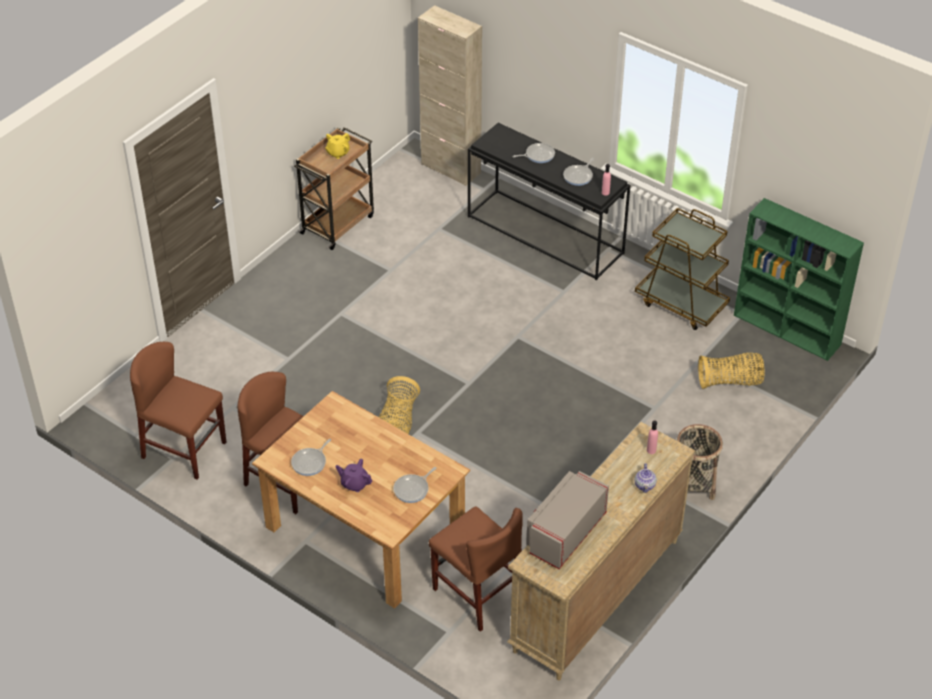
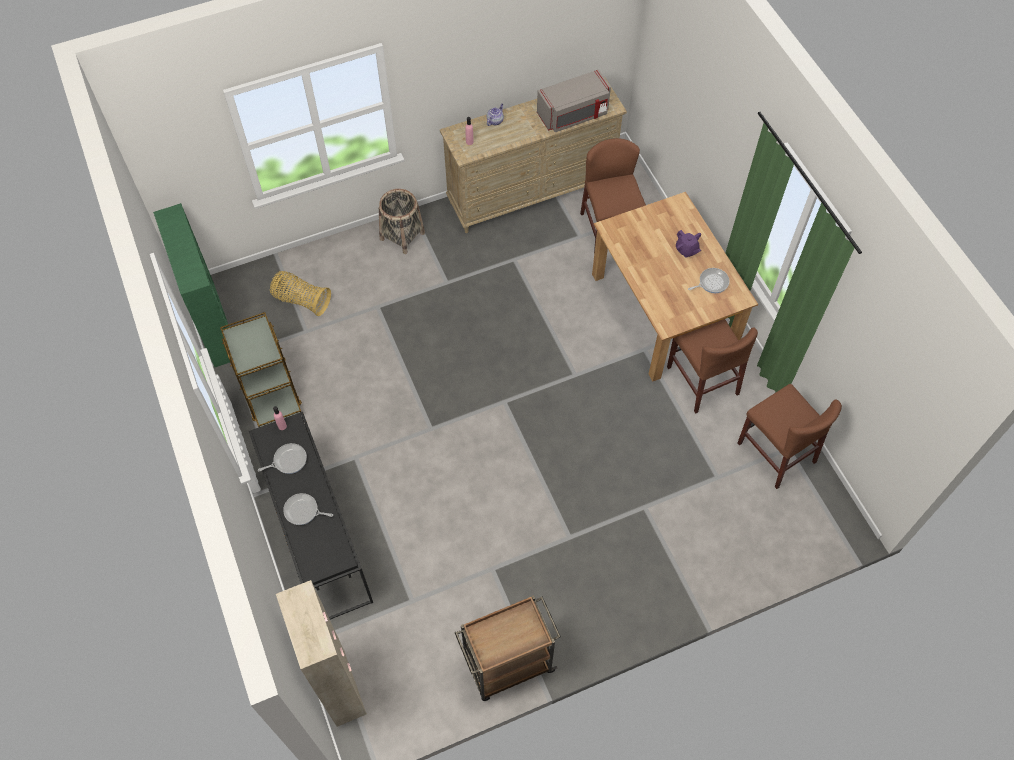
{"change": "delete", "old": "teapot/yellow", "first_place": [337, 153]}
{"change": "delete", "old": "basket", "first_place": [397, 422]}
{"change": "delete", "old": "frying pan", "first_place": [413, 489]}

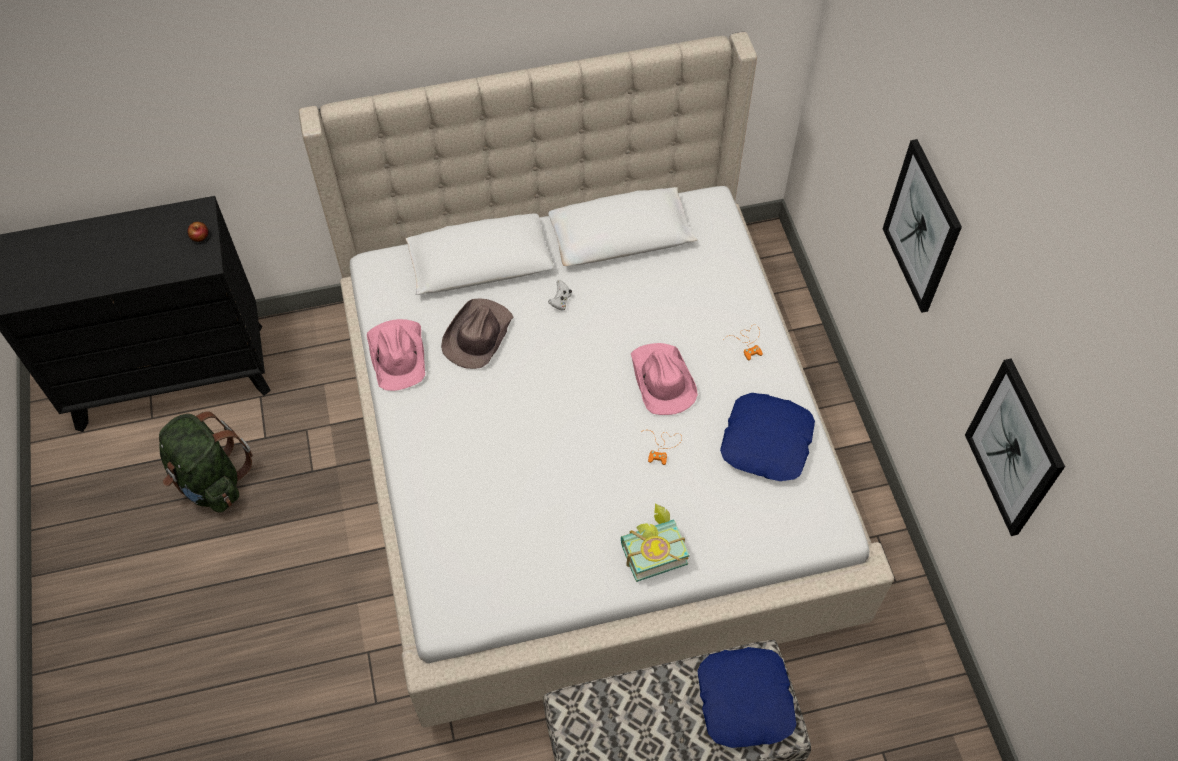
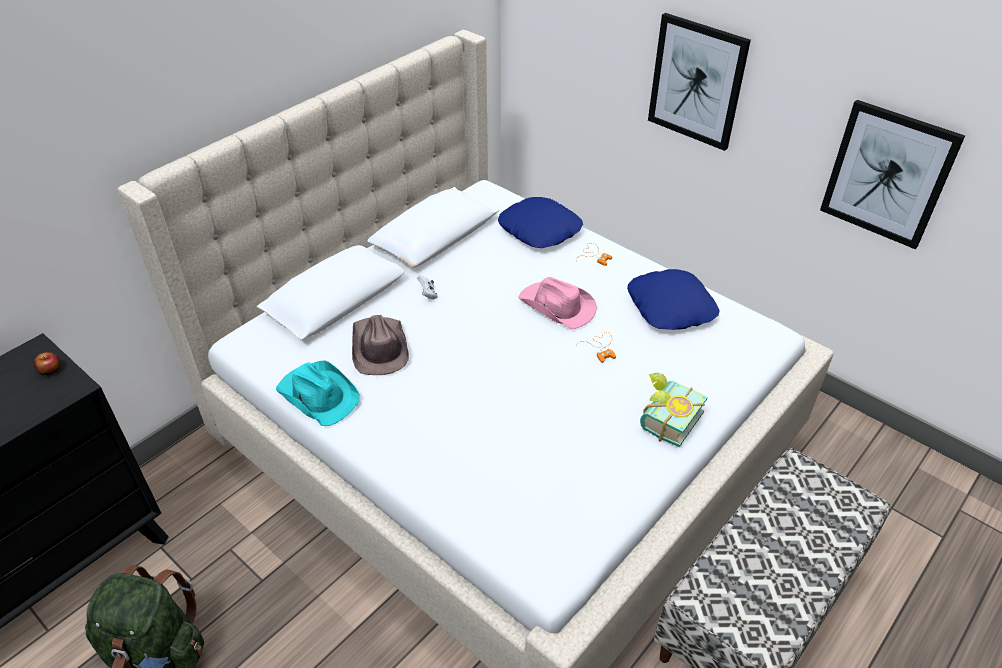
{"change": "recolor", "old": "hat/pink", "new": "hat/turquoise", "first_place": [398, 354], "second_place": [318, 394]}
{"change": "move", "old": "pillow/blue", "first_place": [745, 700], "second_place": [540, 229]}

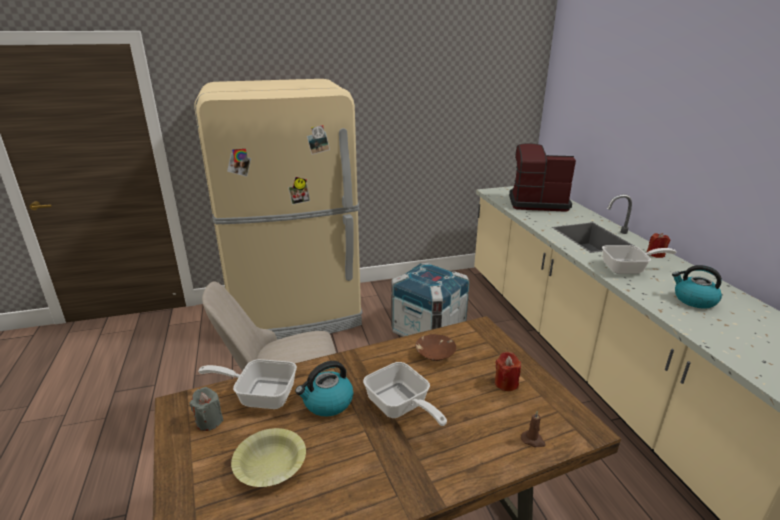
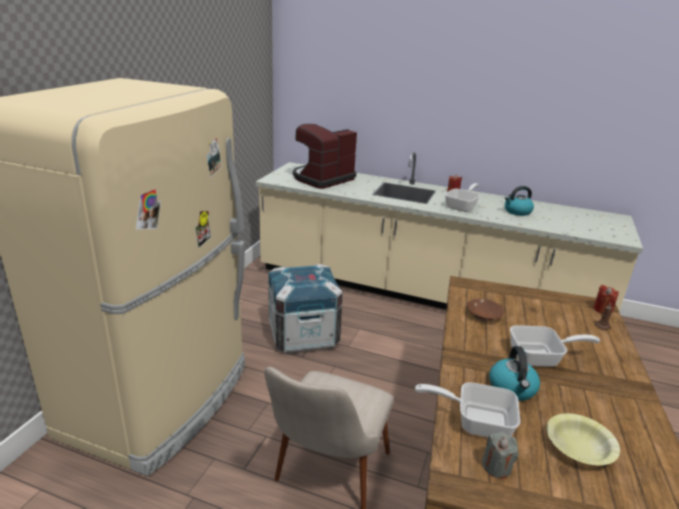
{"change": "rotate", "old": "frying pan", "first_place": [260, 395], "second_place": [475, 421], "degrees": 60}
{"change": "move", "old": "candle/red", "first_place": [506, 383], "second_place": [602, 309]}

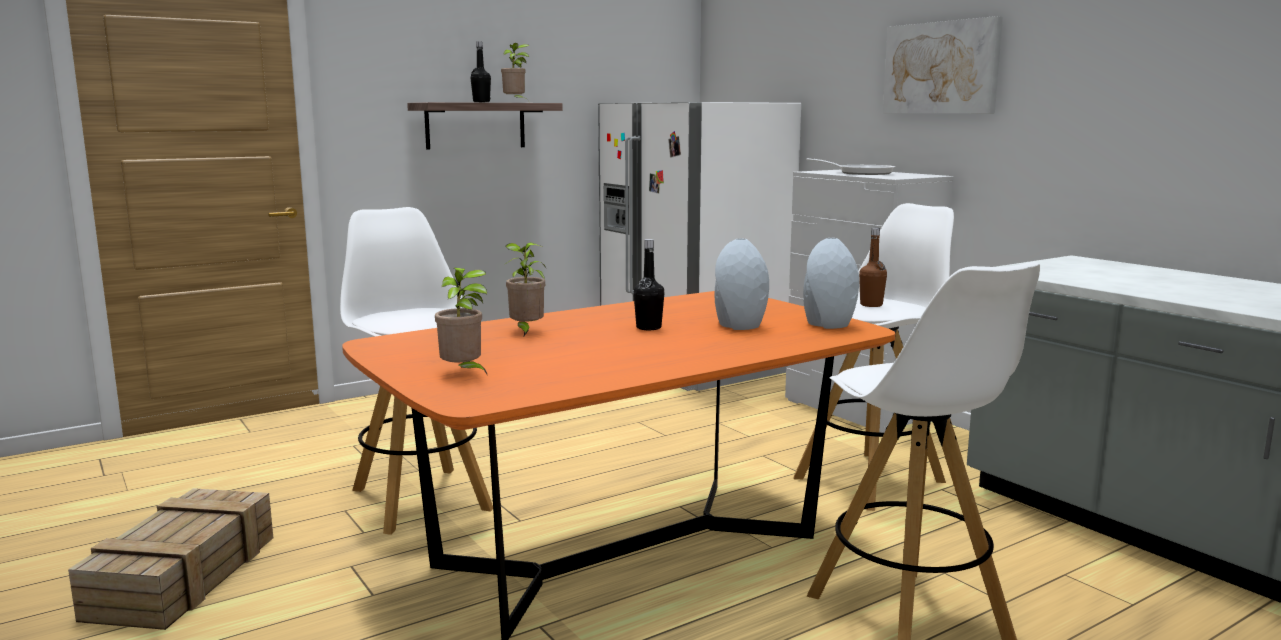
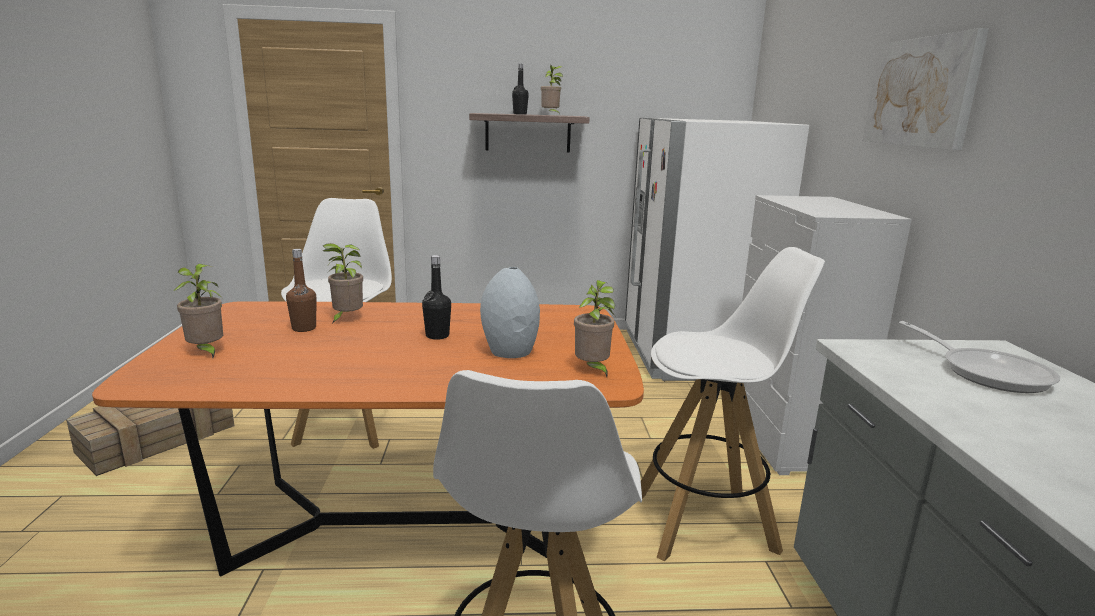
{"change": "replace", "old": "vase/grey", "new": "potted plant", "first_place": [828, 325], "second_place": [592, 370]}
{"change": "move", "old": "frying pan", "first_place": [860, 173], "second_place": [987, 372]}
{"change": "move", "old": "bottle/brown", "first_place": [871, 305], "second_place": [304, 328]}

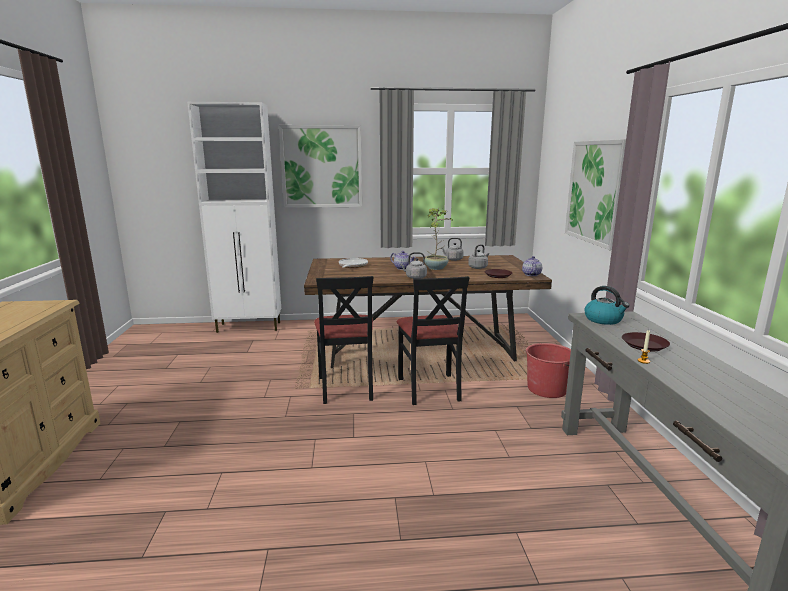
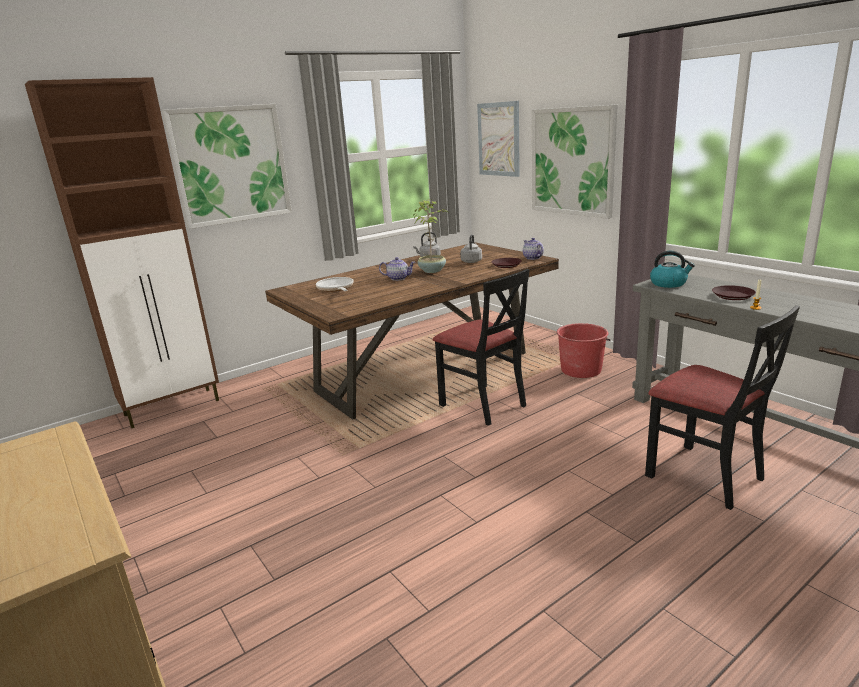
{"change": "recolor", "old": "cabinet/white", "new": "cabinet/brown", "first_place": [250, 327], "second_place": [173, 407]}
{"change": "move", "old": "chair/black", "first_place": [346, 388], "second_place": [704, 476]}
{"change": "delete", "old": "kettle/grey", "first_place": [414, 277]}
{"change": "insert", "new": "picture", "second_place": [499, 139]}

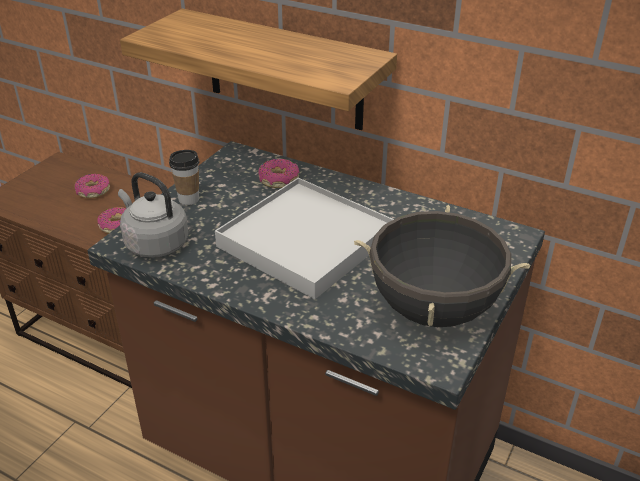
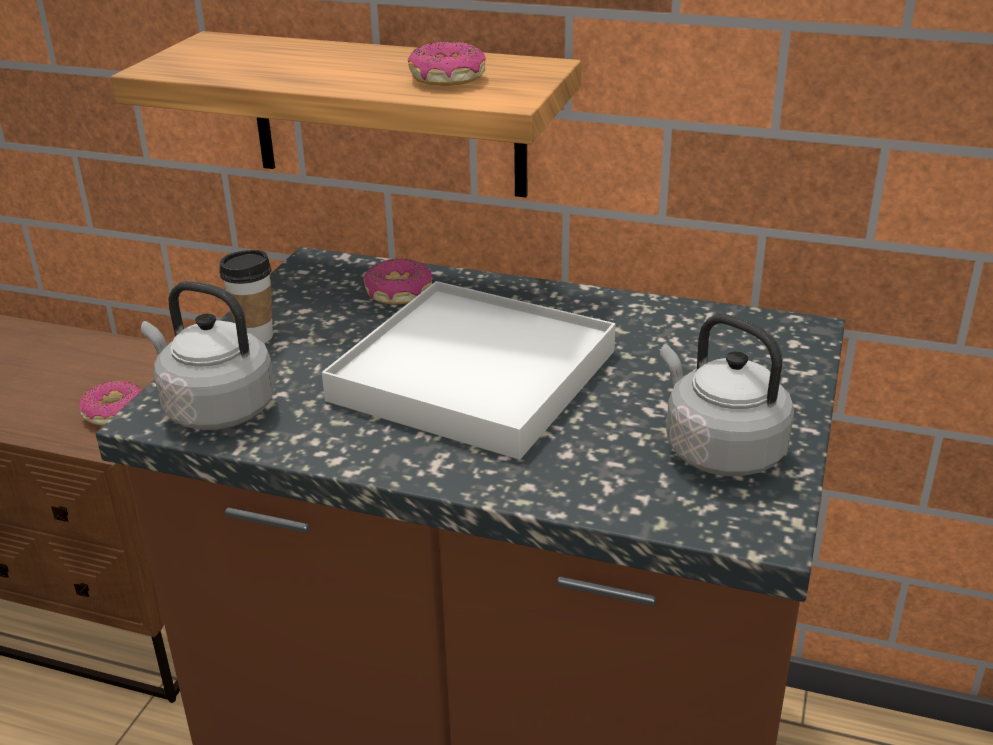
{"change": "move", "old": "donut", "first_place": [93, 191], "second_place": [447, 79]}
{"change": "replace", "old": "cooking pot/black", "new": "kettle/grey", "first_place": [433, 309], "second_place": [719, 450]}

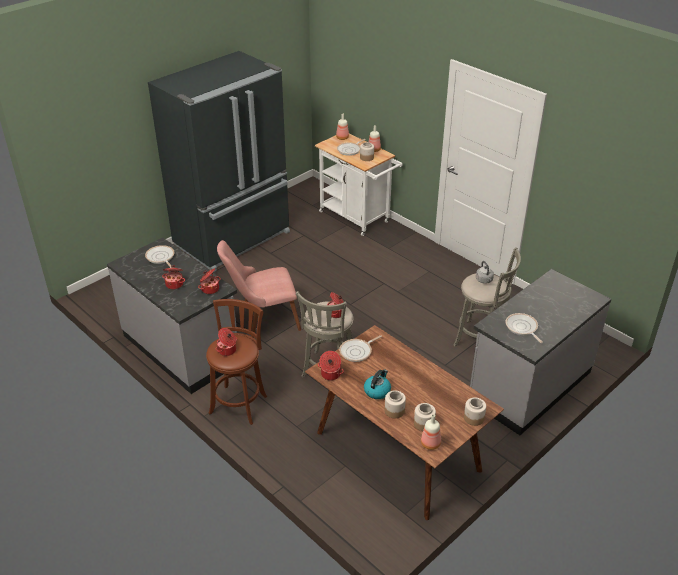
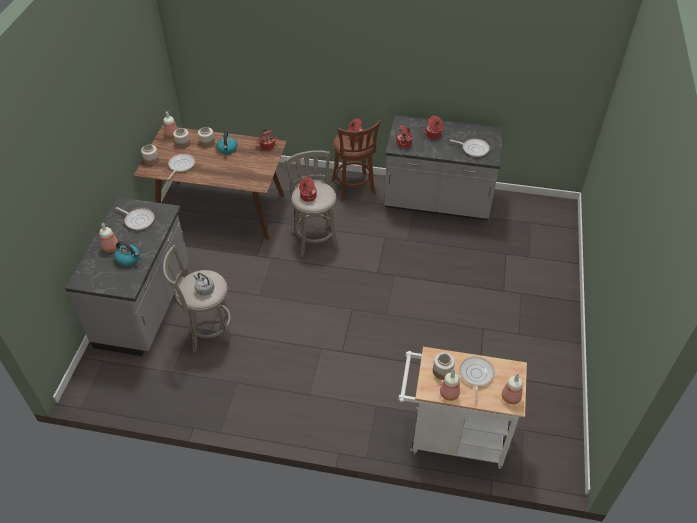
{"change": "delete", "old": "fridge/black", "first_place": [234, 239]}
{"change": "delete", "old": "chair/pink", "first_place": [262, 319]}
{"change": "move", "old": "frying pan", "first_place": [357, 351], "second_place": [181, 166]}
{"change": "insert", "new": "bottle", "second_place": [111, 247]}
{"change": "insert", "new": "kettle", "second_place": [129, 259]}

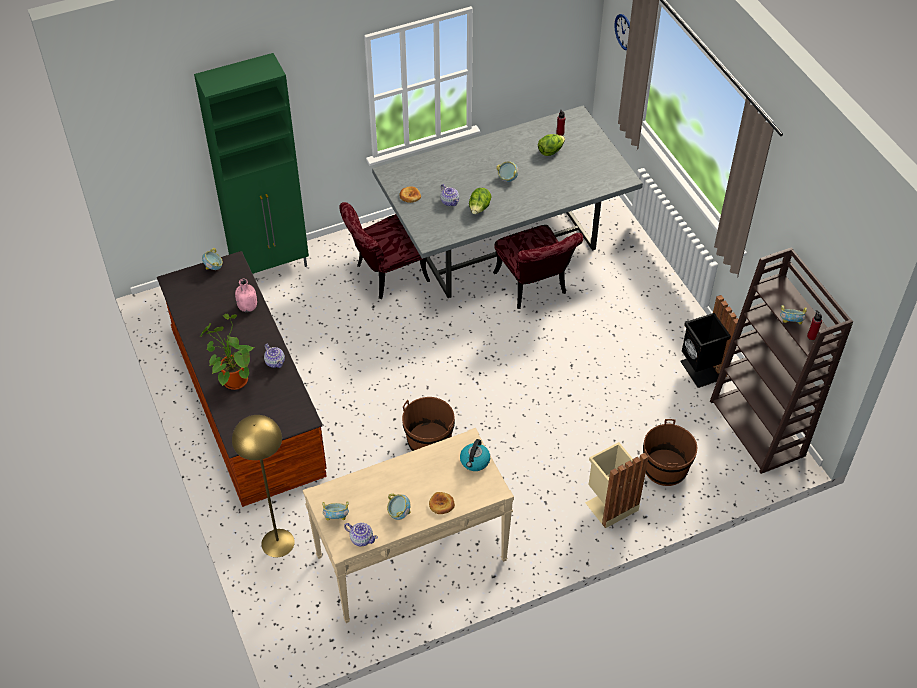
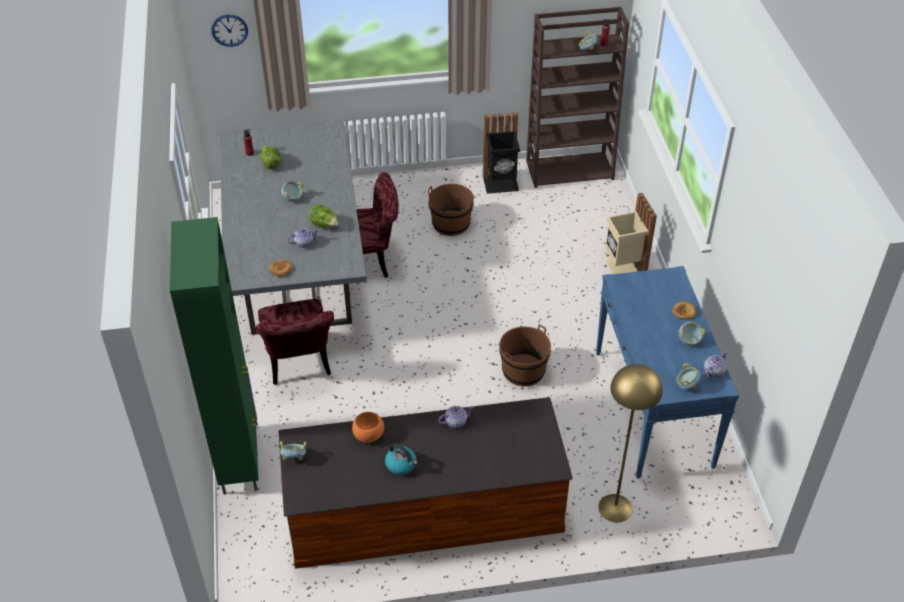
{"change": "delete", "old": "potted plant", "first_place": [233, 379]}
{"change": "replace", "old": "bottle/pink", "new": "bowl/orange", "first_place": [248, 307], "second_place": [368, 434]}
{"change": "recolor", "old": "console table/beige", "new": "console table/blue", "first_place": [411, 559], "second_place": [653, 408]}
{"change": "move", "old": "kettle", "first_place": [475, 461], "second_place": [401, 465]}
{"change": "move", "old": "bucket/brown", "first_place": [665, 468], "second_place": [451, 223]}

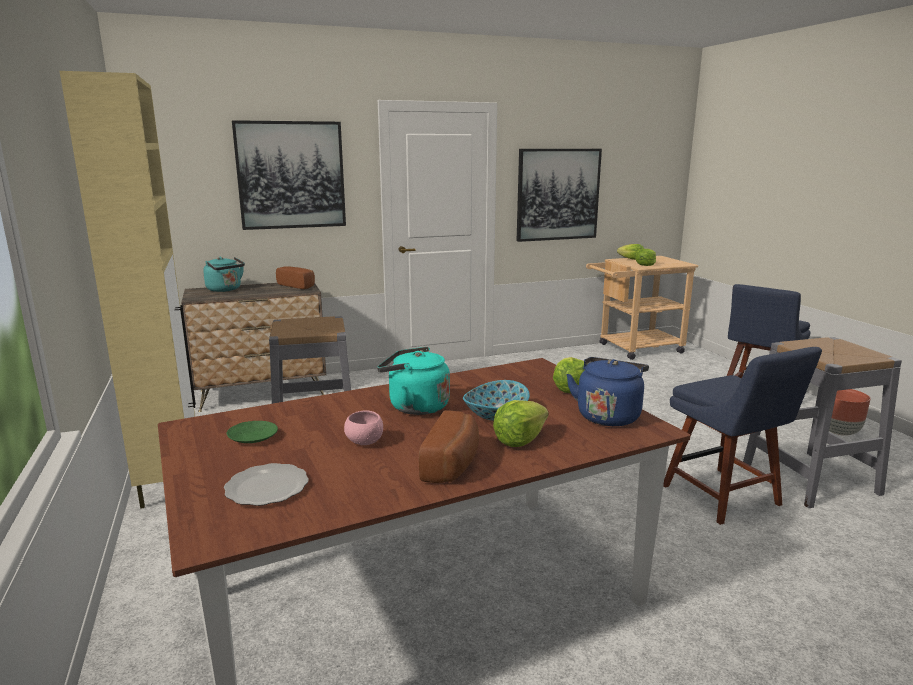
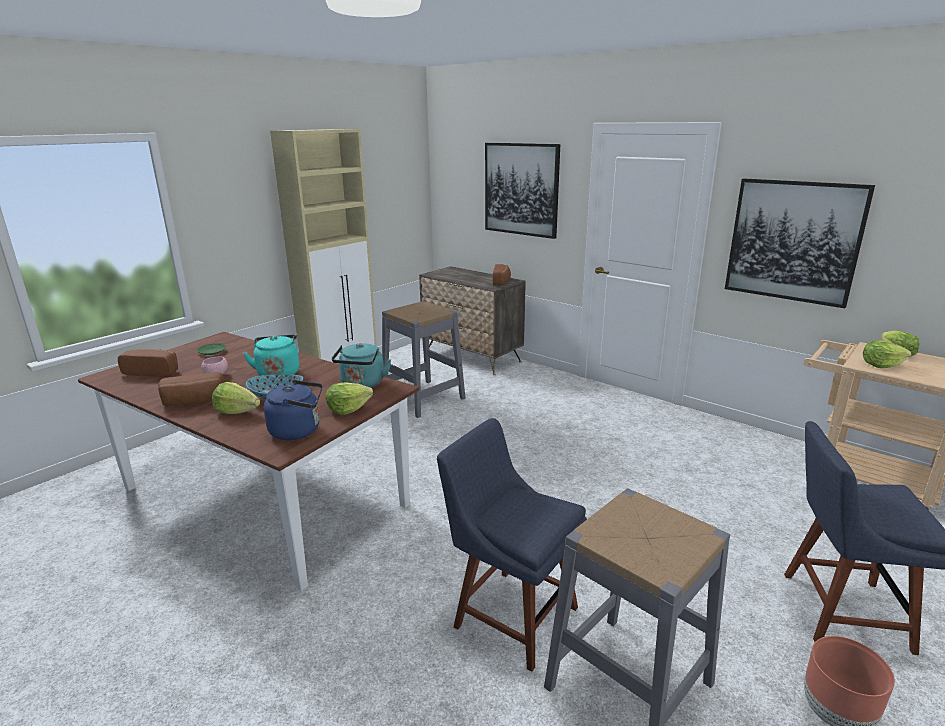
{"change": "move", "old": "kettle/turquoise", "first_place": [225, 289], "second_place": [362, 384]}
{"change": "replace", "old": "plate", "new": "bread", "first_place": [268, 487], "second_place": [153, 371]}
{"change": "rotate", "old": "chair/blue", "first_place": [725, 498], "second_place": [511, 614], "degrees": 90}

